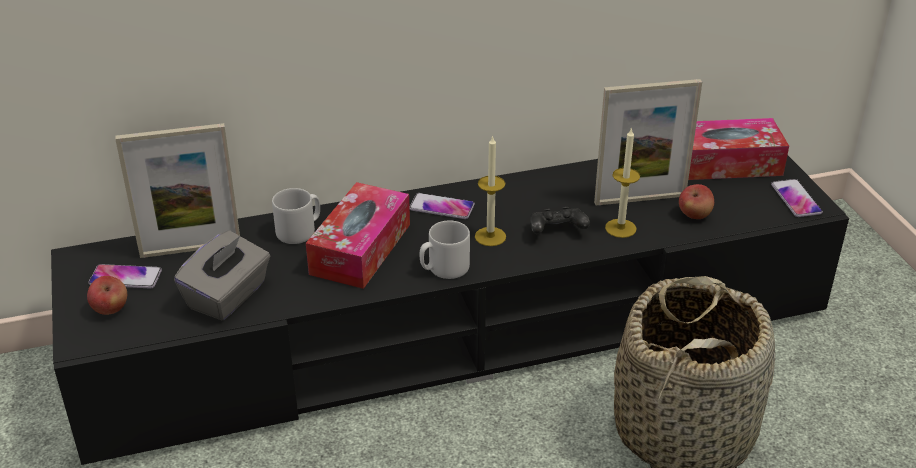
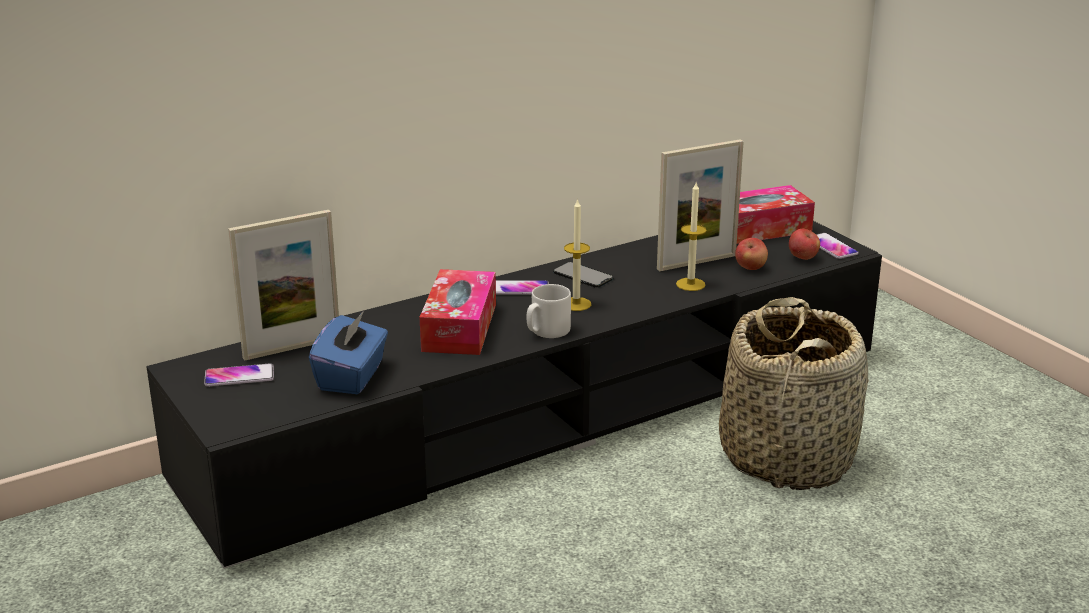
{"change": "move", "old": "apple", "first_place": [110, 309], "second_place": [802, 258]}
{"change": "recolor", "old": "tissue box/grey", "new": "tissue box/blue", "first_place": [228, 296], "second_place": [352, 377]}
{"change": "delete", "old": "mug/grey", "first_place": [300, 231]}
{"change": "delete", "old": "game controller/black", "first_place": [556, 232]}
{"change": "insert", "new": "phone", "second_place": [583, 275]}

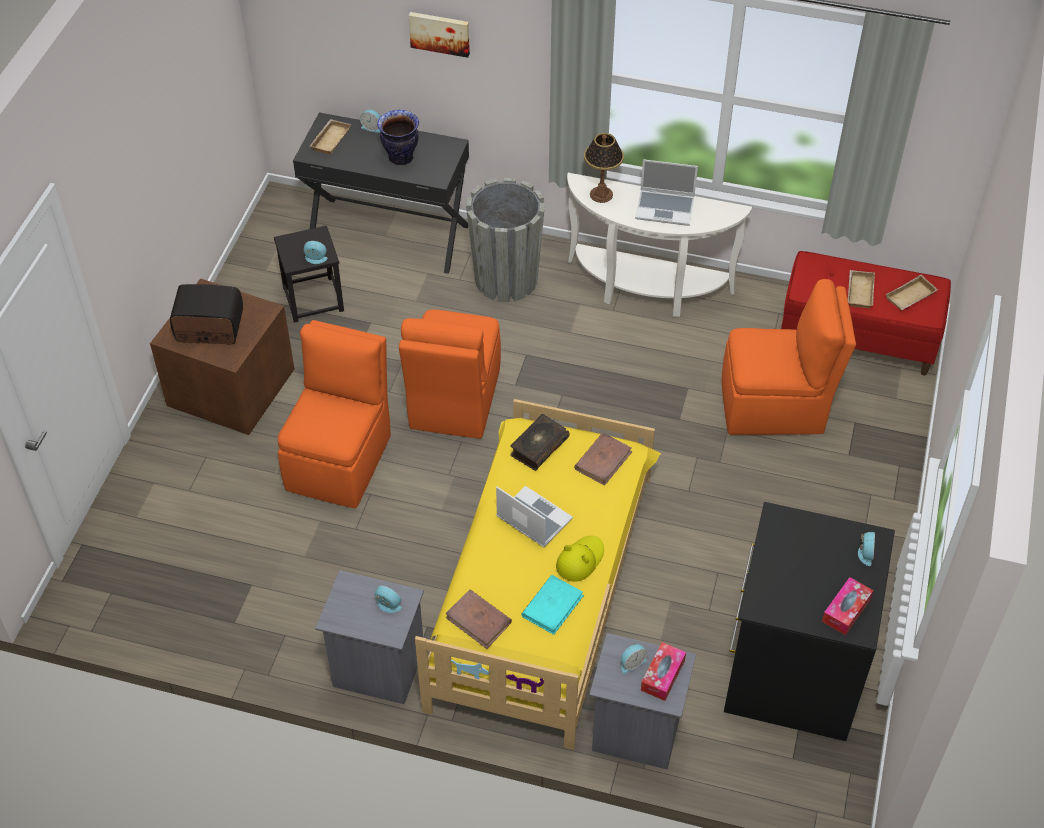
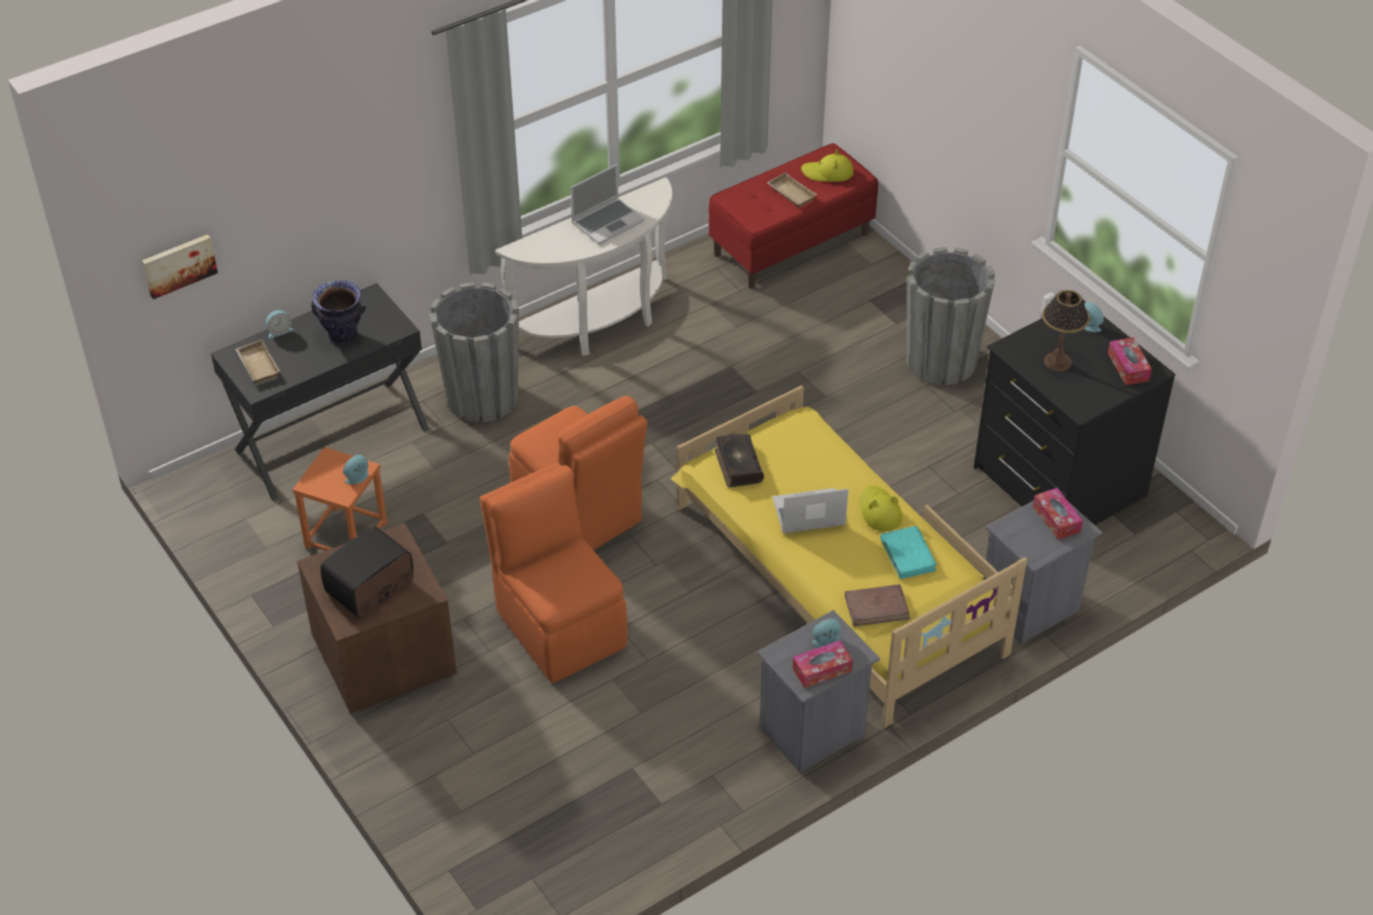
{"change": "recolor", "old": "stool/black", "new": "stool/orange", "first_place": [313, 299], "second_place": [346, 535]}
{"change": "move", "old": "picture", "first_place": [440, 33], "second_place": [179, 265]}
{"change": "delete", "old": "book/brown", "first_place": [603, 460]}
{"change": "move", "old": "table lamp", "first_place": [601, 194], "second_place": [1057, 361]}
{"change": "delete", "old": "alarm clock", "first_place": [631, 663]}
{"change": "delete", "old": "chair/orange", "first_place": [775, 407]}
{"change": "replace", "old": "tray/beige", "new": "hat/yellow", "first_place": [910, 297], "second_place": [828, 173]}
{"change": "insert", "new": "tissue box", "second_place": [822, 669]}
{"change": "insert", "new": "planter/grey", "second_place": [941, 361]}

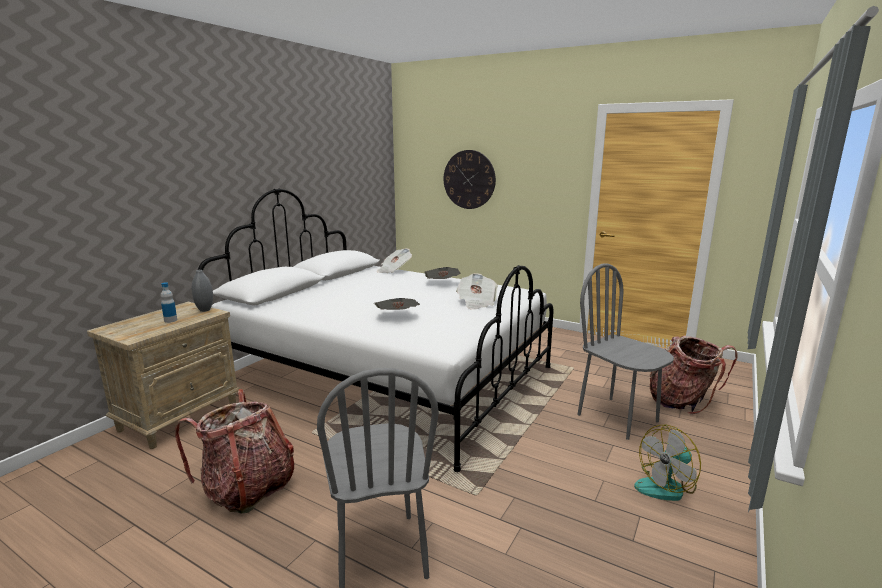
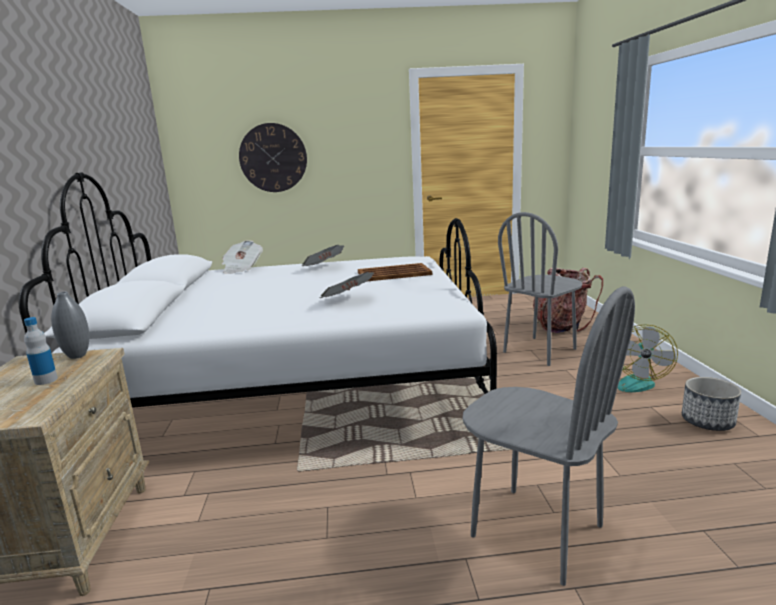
{"change": "delete", "old": "backpack", "first_place": [247, 489]}
{"change": "replace", "old": "newspaper", "new": "tray/brown", "first_place": [476, 303], "second_place": [395, 273]}
{"change": "rotate", "old": "chair/grey", "first_place": [618, 418], "second_place": [540, 350], "degrees": -60}
{"change": "insert", "new": "planter", "second_place": [708, 422]}

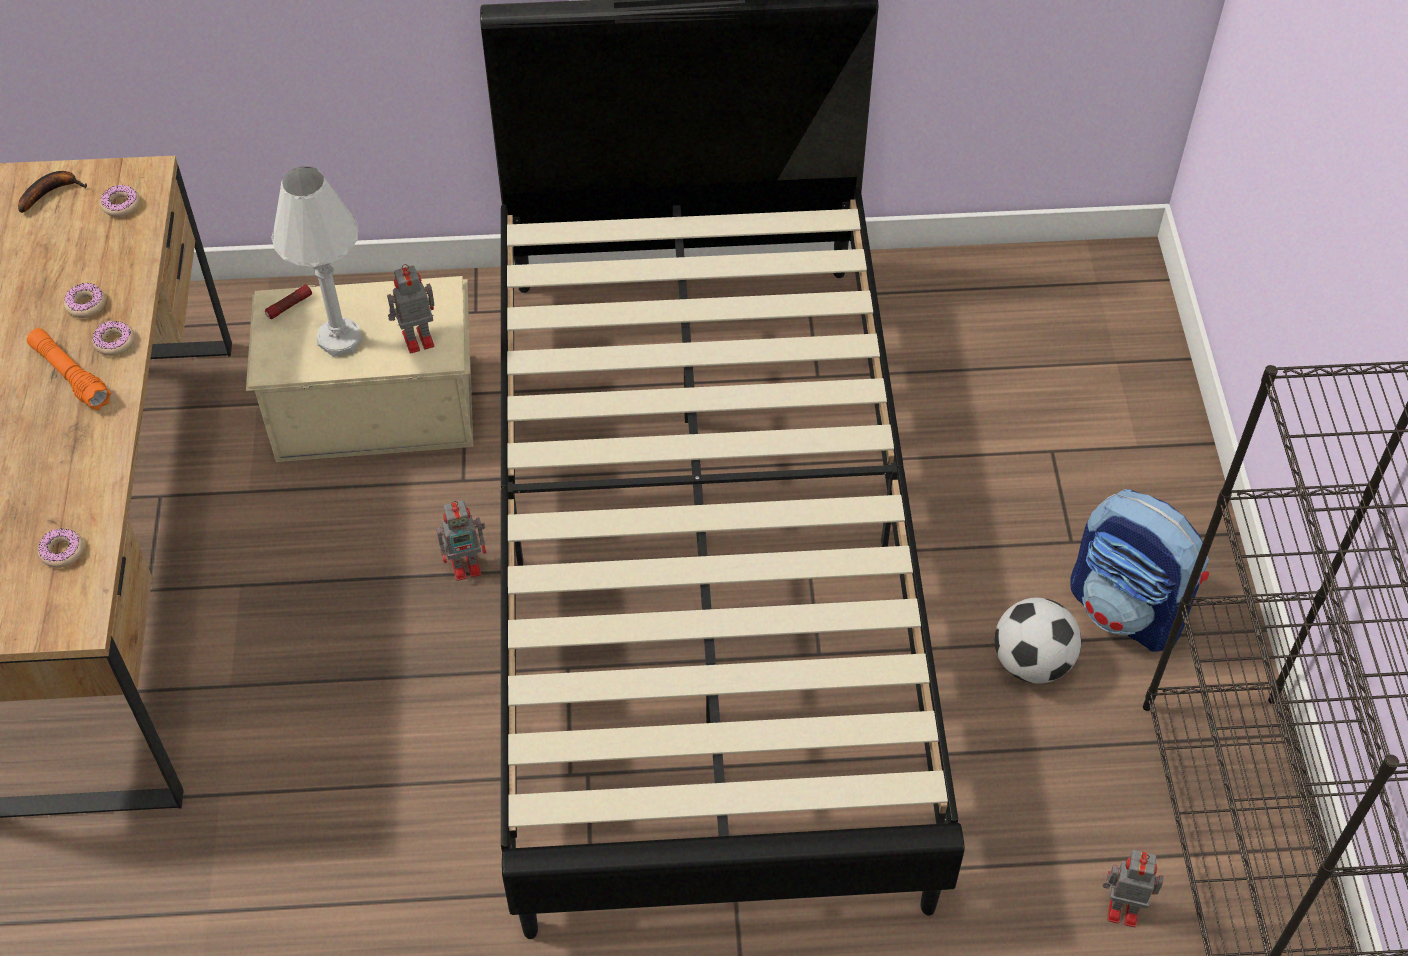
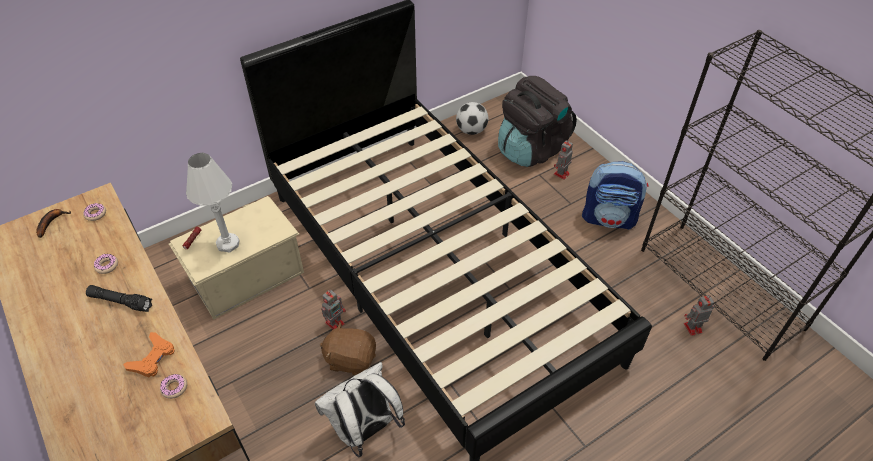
{"change": "recolor", "old": "flashlight/orange", "new": "flashlight/black", "first_place": [70, 376], "second_place": [121, 302]}
{"change": "delete", "old": "donut", "first_place": [114, 342]}
{"change": "move", "old": "toy robot", "first_place": [416, 339], "second_place": [561, 174]}
{"change": "move", "old": "football", "first_place": [1031, 662], "second_place": [471, 130]}
{"change": "insert", "new": "game controller/orange", "second_place": [153, 358]}
{"change": "insert", "new": "backpack/white", "second_place": [365, 430]}
{"change": "insert", "new": "plush toy/brown", "second_place": [350, 359]}
{"change": "insert", "new": "backpack/black", "second_place": [531, 149]}

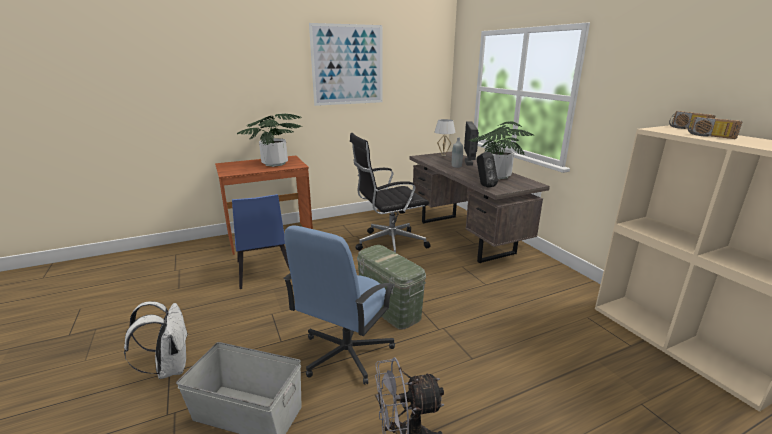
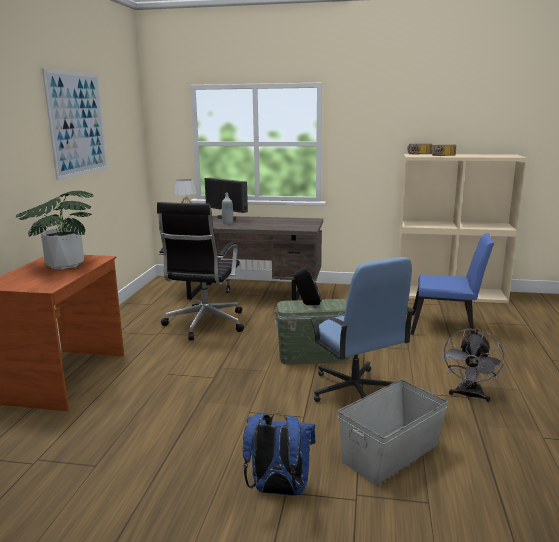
{"change": "recolor", "old": "backpack/white", "new": "backpack/blue", "first_place": [170, 367], "second_place": [278, 490]}
{"change": "move", "old": "chair/blue", "first_place": [264, 272], "second_place": [447, 327]}
{"change": "delete", "old": "potted plant", "first_place": [497, 176]}
{"change": "move", "old": "speaker/black", "first_place": [484, 186], "second_place": [307, 305]}

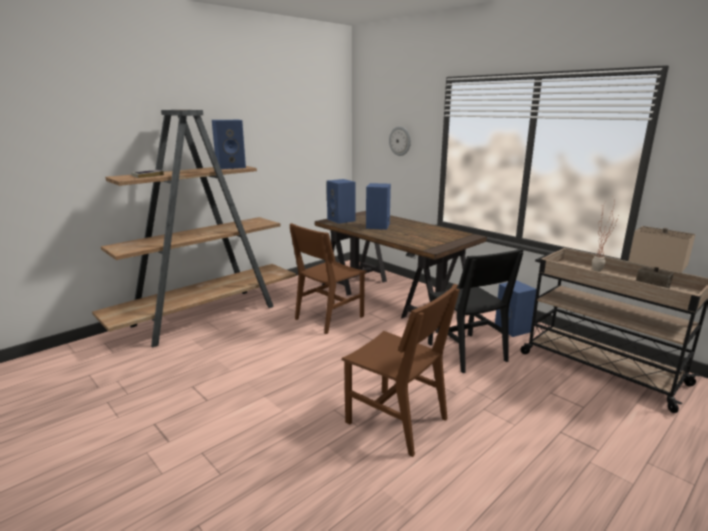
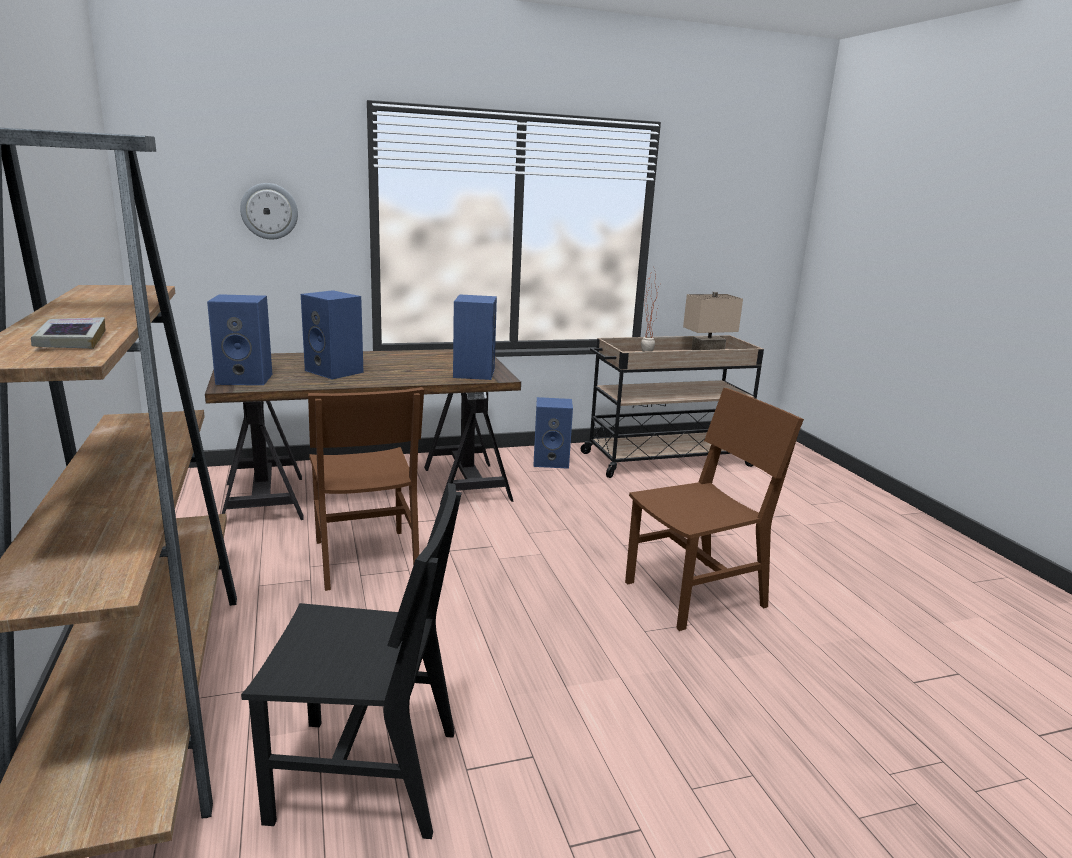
{"change": "move", "old": "speaker/blue", "first_place": [231, 167], "second_place": [473, 373]}
{"change": "move", "old": "chair/black", "first_place": [466, 352], "second_place": [366, 775]}

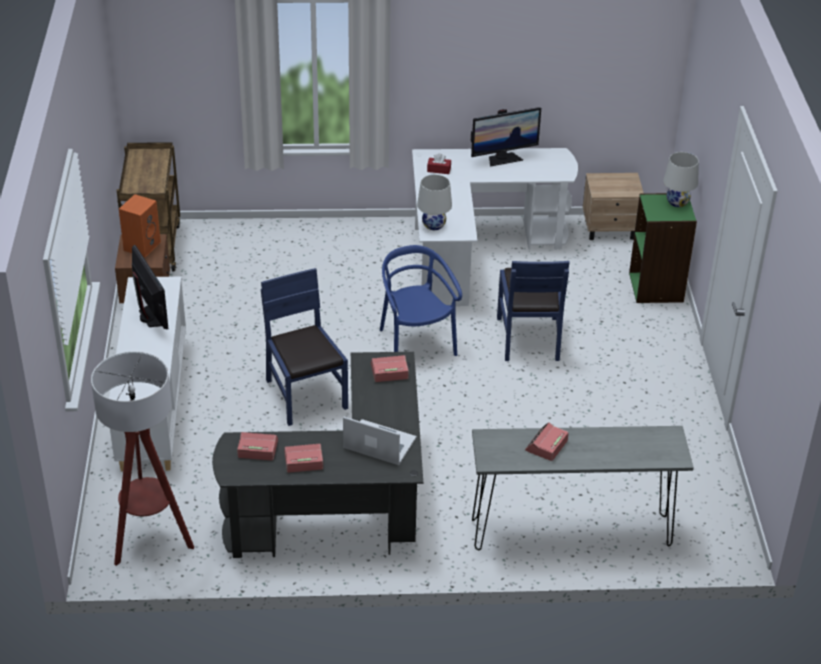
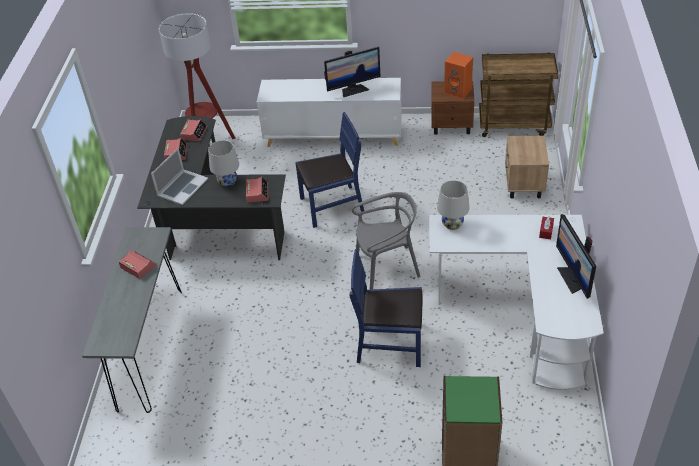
{"change": "recolor", "old": "chair/blue", "new": "chair/grey", "first_place": [415, 344], "second_place": [386, 268]}
{"change": "move", "old": "nightstand/beige", "first_place": [610, 229], "second_place": [523, 185]}
{"change": "move", "old": "table lamp/white", "first_place": [677, 202], "second_place": [227, 181]}

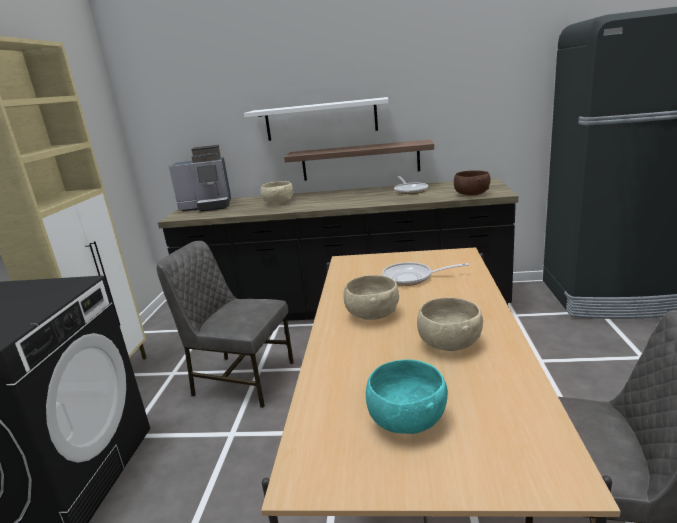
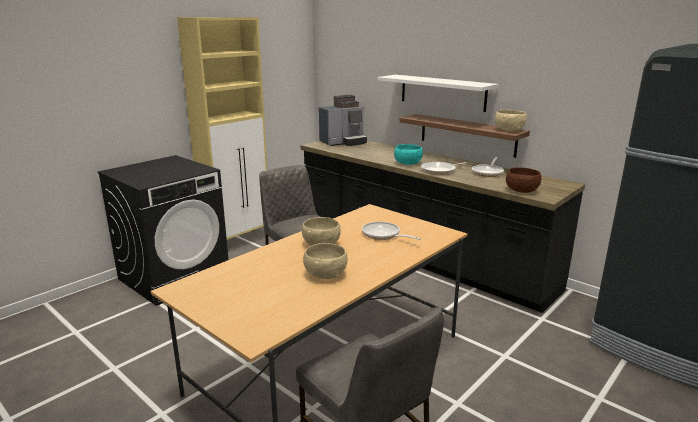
{"change": "rotate", "old": "coffee machine", "first_place": [208, 206], "second_place": [344, 142], "degrees": -60}
{"change": "move", "old": "bowl/beige", "first_place": [278, 203], "second_place": [509, 130]}
{"change": "move", "old": "bowl/turquoise", "first_place": [406, 420], "second_place": [407, 163]}
{"change": "insert", "new": "frying pan", "second_place": [440, 170]}

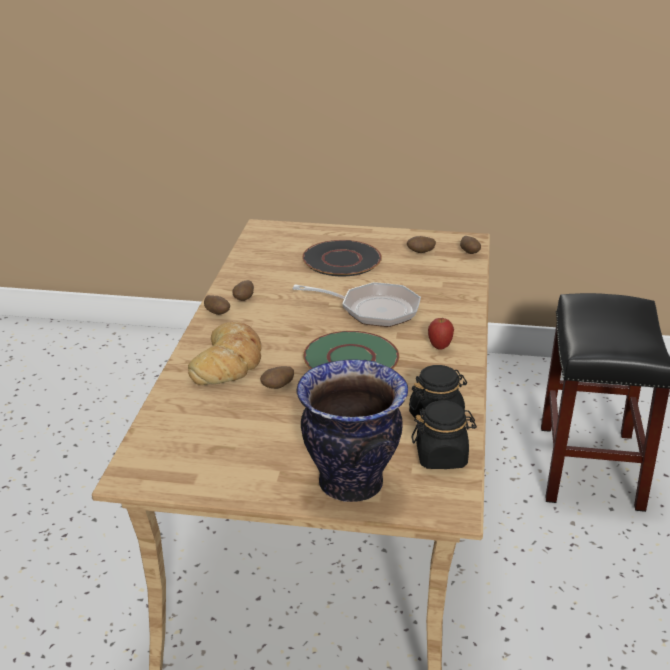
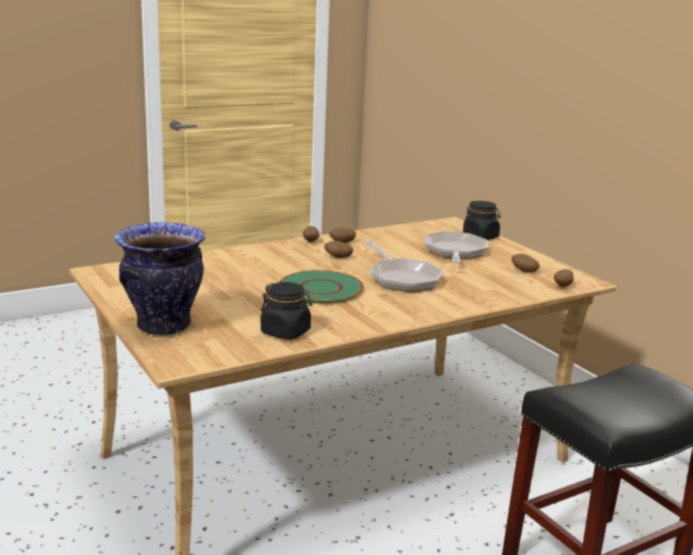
{"change": "delete", "old": "bread", "first_place": [229, 361]}
{"change": "move", "old": "potato", "first_place": [278, 387], "second_place": [338, 257]}
{"change": "replace", "old": "plate/black", "new": "frying pan", "first_place": [342, 260], "second_place": [455, 253]}
{"change": "move", "old": "jar/black", "first_place": [441, 457], "second_place": [480, 237]}
{"change": "delete", "old": "apple", "first_place": [439, 347]}

